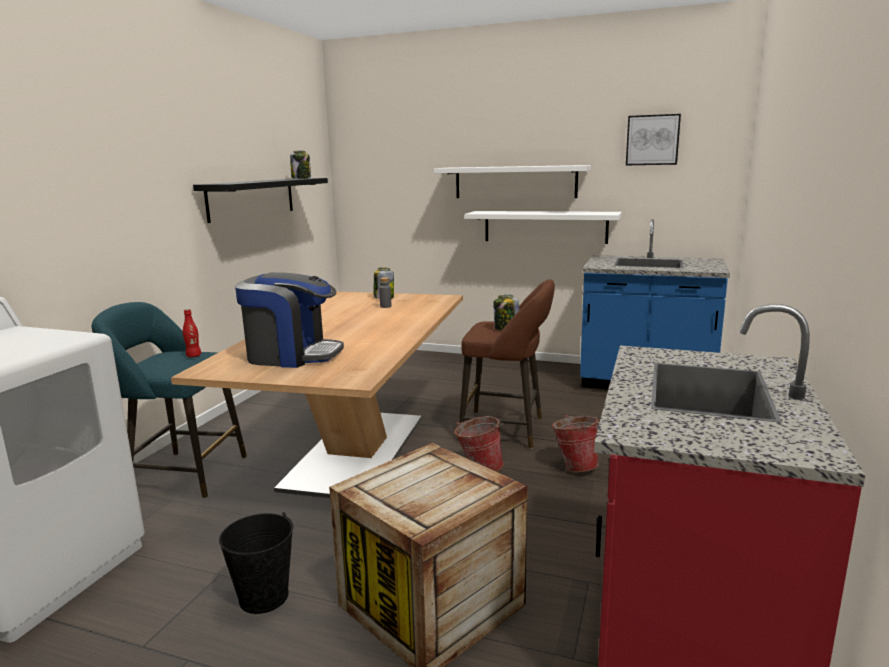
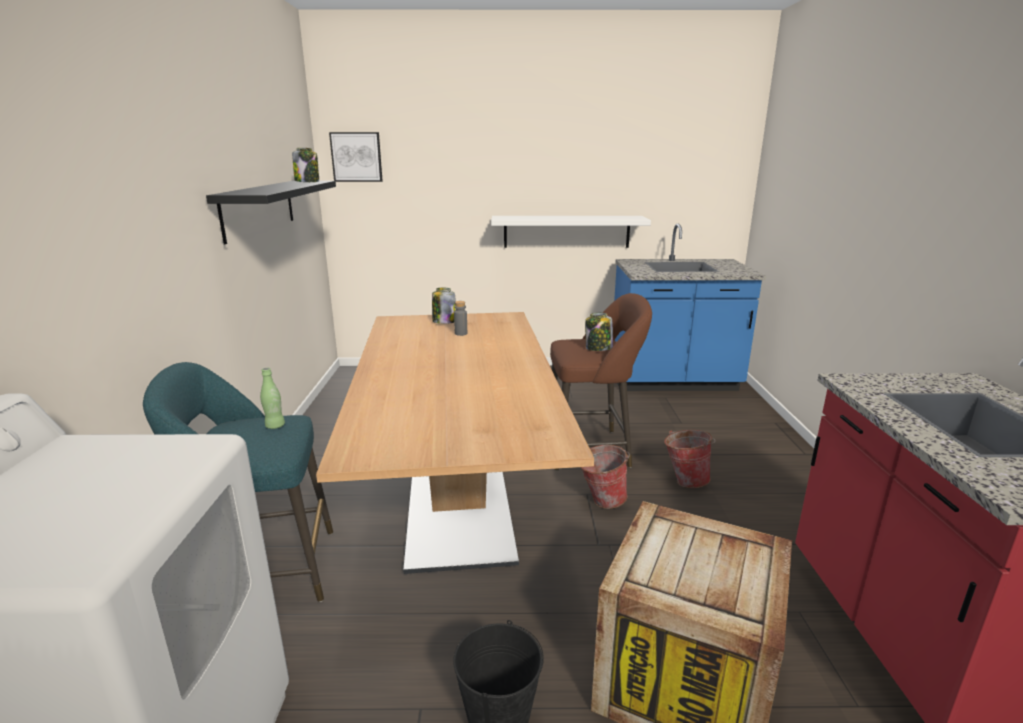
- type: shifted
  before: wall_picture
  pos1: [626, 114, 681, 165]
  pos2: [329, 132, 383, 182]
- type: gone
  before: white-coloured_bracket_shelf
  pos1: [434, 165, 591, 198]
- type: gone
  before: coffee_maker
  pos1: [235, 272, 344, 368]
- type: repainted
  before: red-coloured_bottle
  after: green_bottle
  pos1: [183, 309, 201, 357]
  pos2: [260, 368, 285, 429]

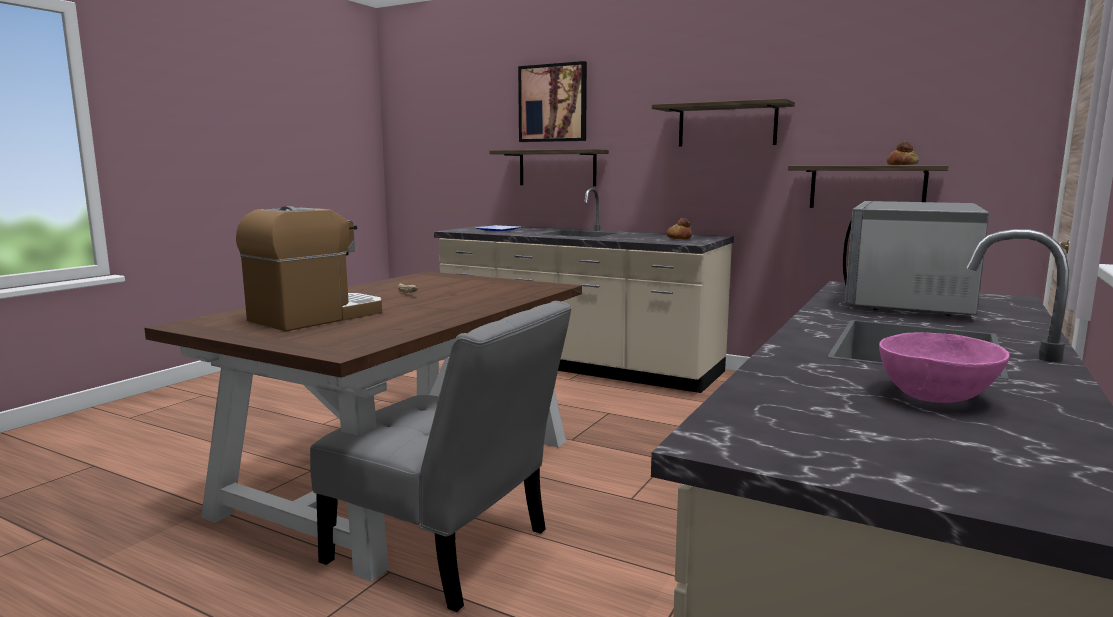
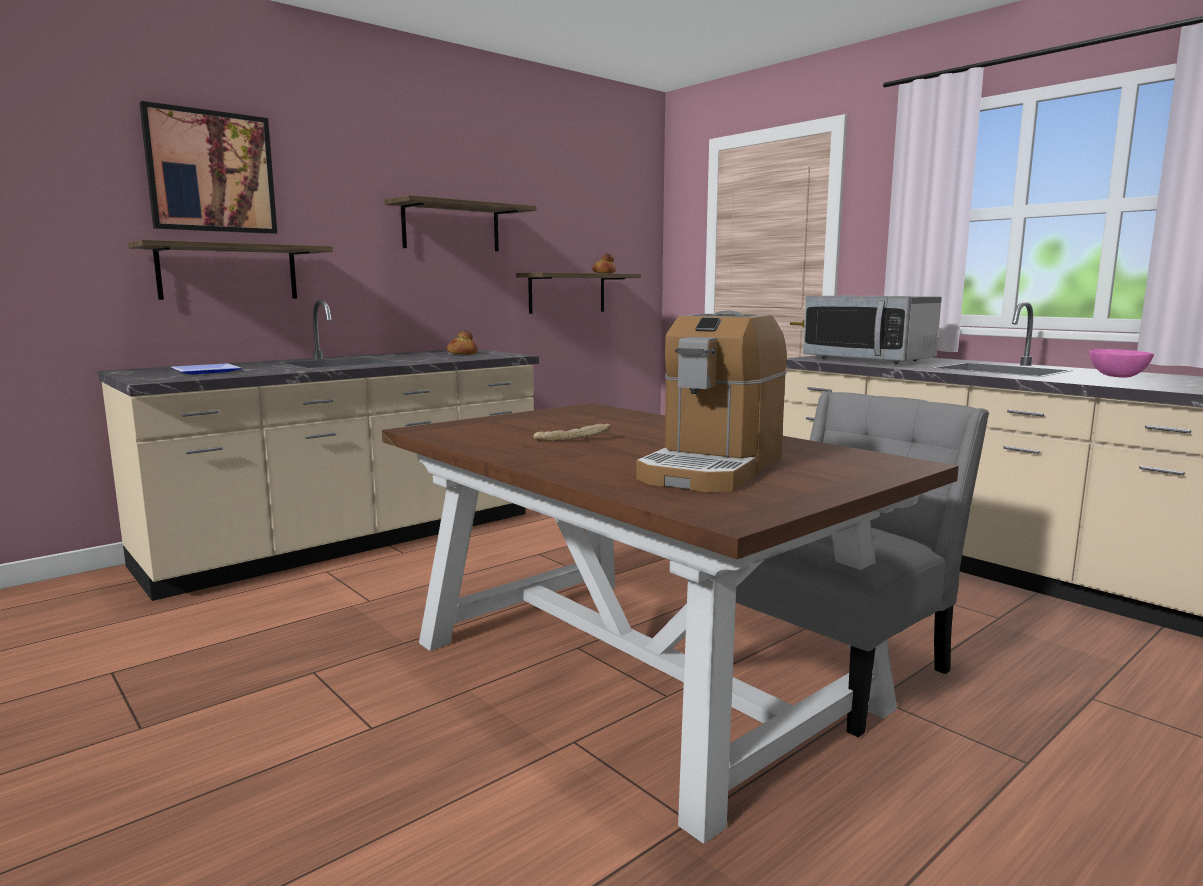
- type: rotated
  before: coffee_maker
  pos1: [236, 206, 382, 332]
  pos2: [636, 311, 787, 493]
  turn: -120

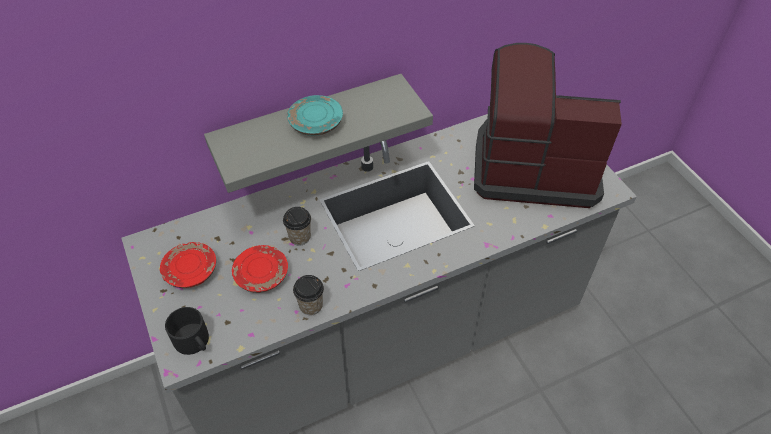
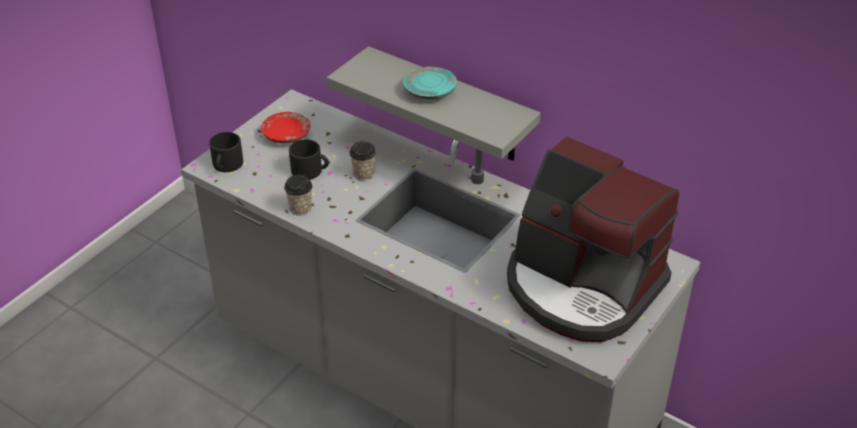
- type: rotated
  before: coffee_maker
  pos1: [474, 43, 622, 208]
  pos2: [507, 136, 679, 342]
  turn: 150
- type: swapped
  before: red-coloured_flat_dish
  after: black-coloured_mug
  pos1: [232, 245, 288, 293]
  pos2: [289, 139, 329, 180]

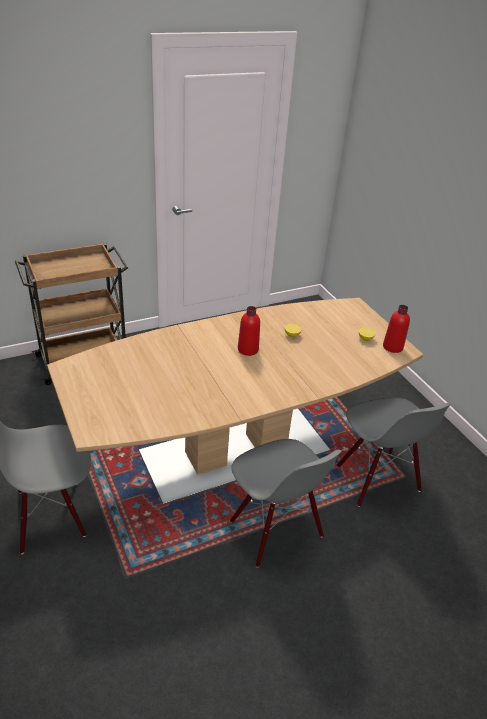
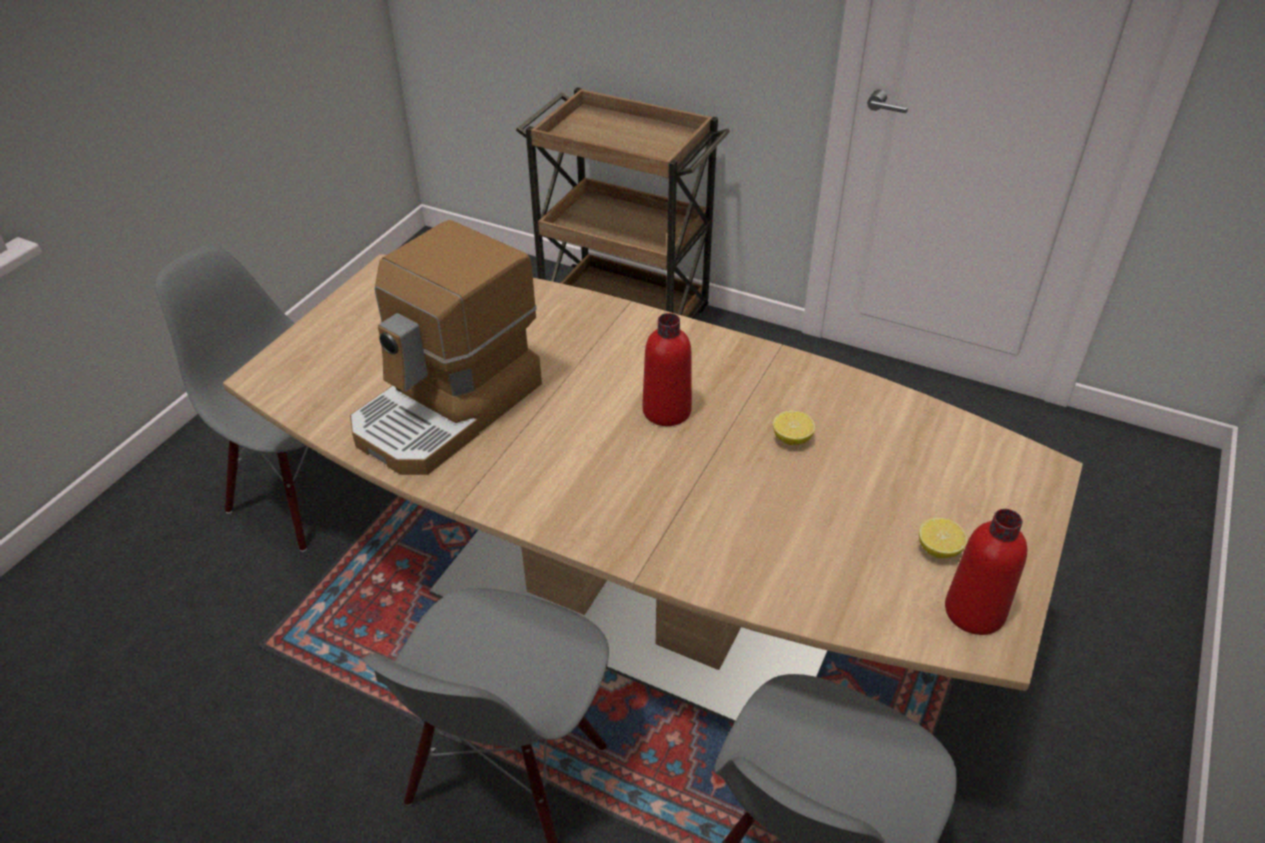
- type: new
  after: coffee_maker
  pos2: [350, 220, 542, 475]

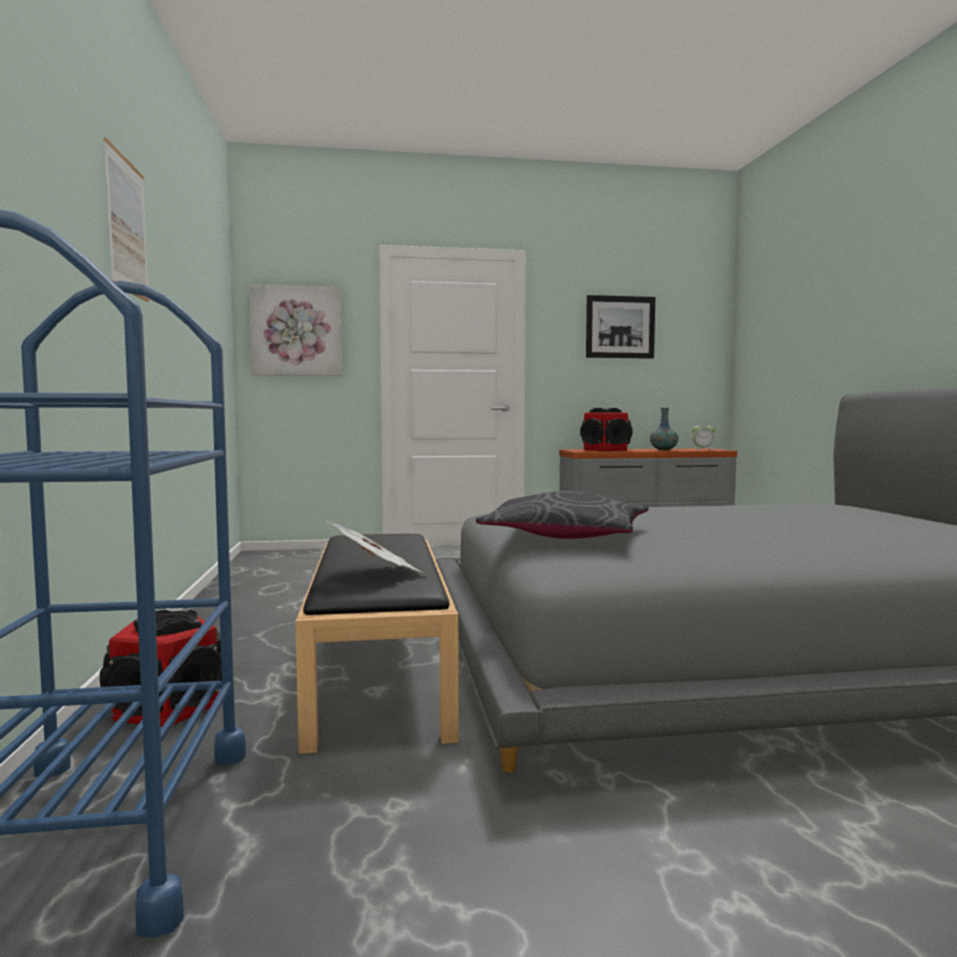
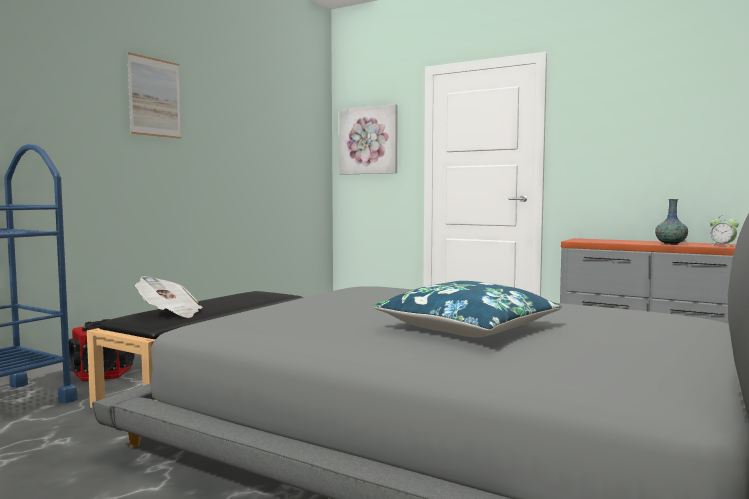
- type: gone
  before: wall_picture
  pos1: [586, 295, 655, 359]
- type: gone
  before: audio_speaker
  pos1: [580, 408, 632, 451]
- type: gone
  before: greyish_pillow
  pos1: [476, 491, 649, 539]
- type: new
  after: blue_pillow
  pos2: [373, 281, 562, 337]

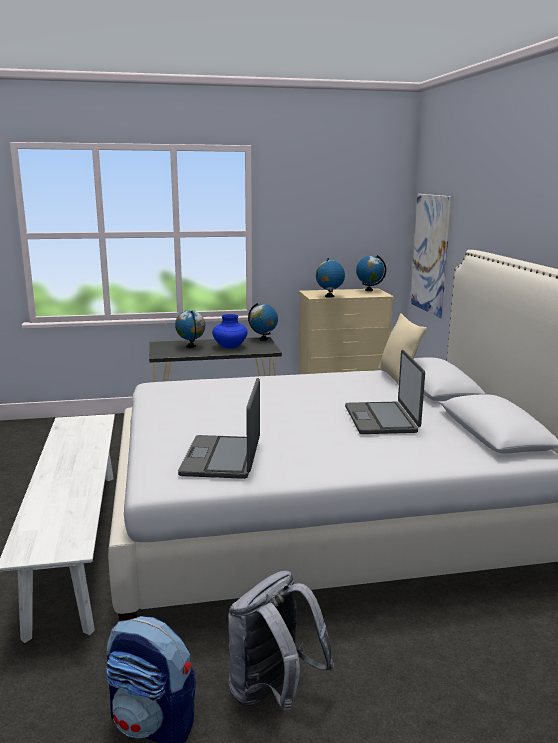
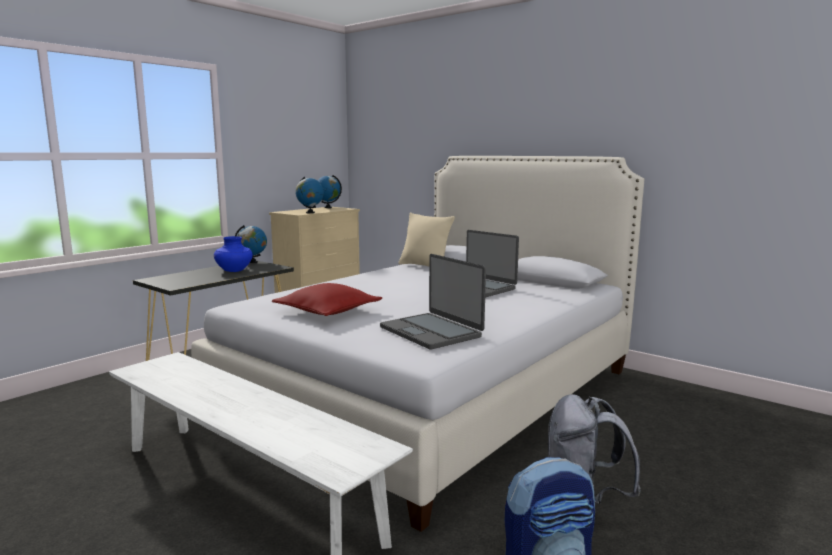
- type: gone
  before: wall_picture
  pos1: [410, 194, 452, 318]
- type: gone
  before: globe
  pos1: [175, 310, 205, 348]
- type: new
  after: red-coloured_pillow
  pos2: [272, 283, 382, 316]

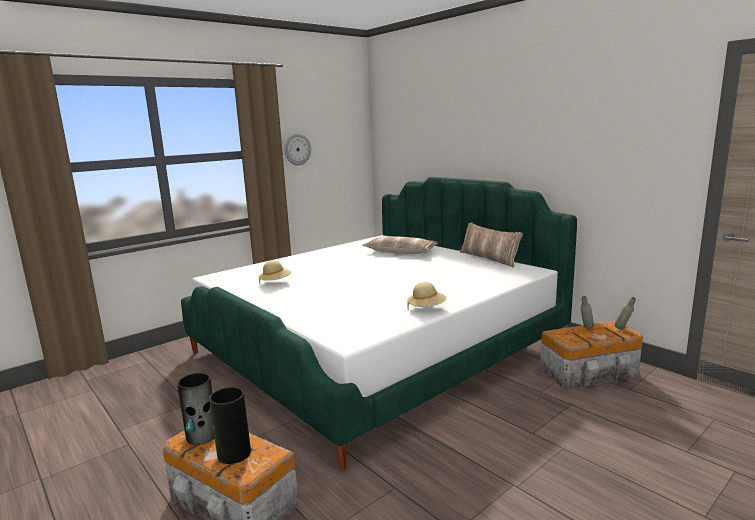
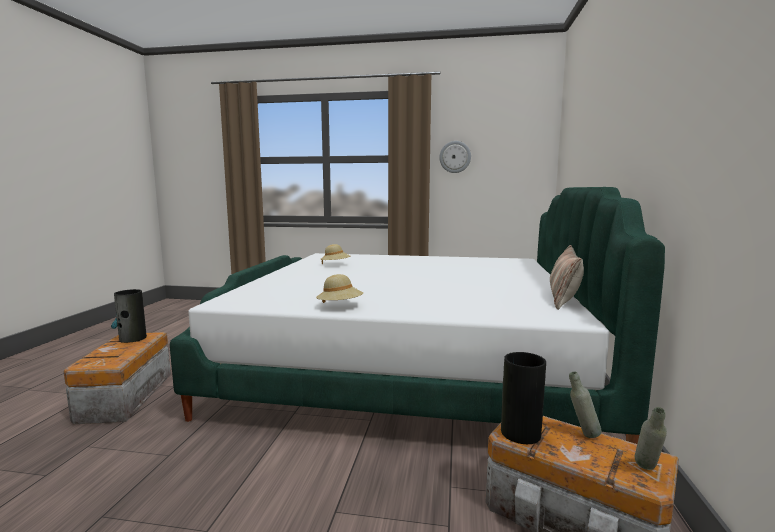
- type: gone
  before: pillow
  pos1: [362, 236, 438, 254]
- type: shifted
  before: flower_vase
  pos1: [209, 387, 251, 464]
  pos2: [501, 352, 546, 444]

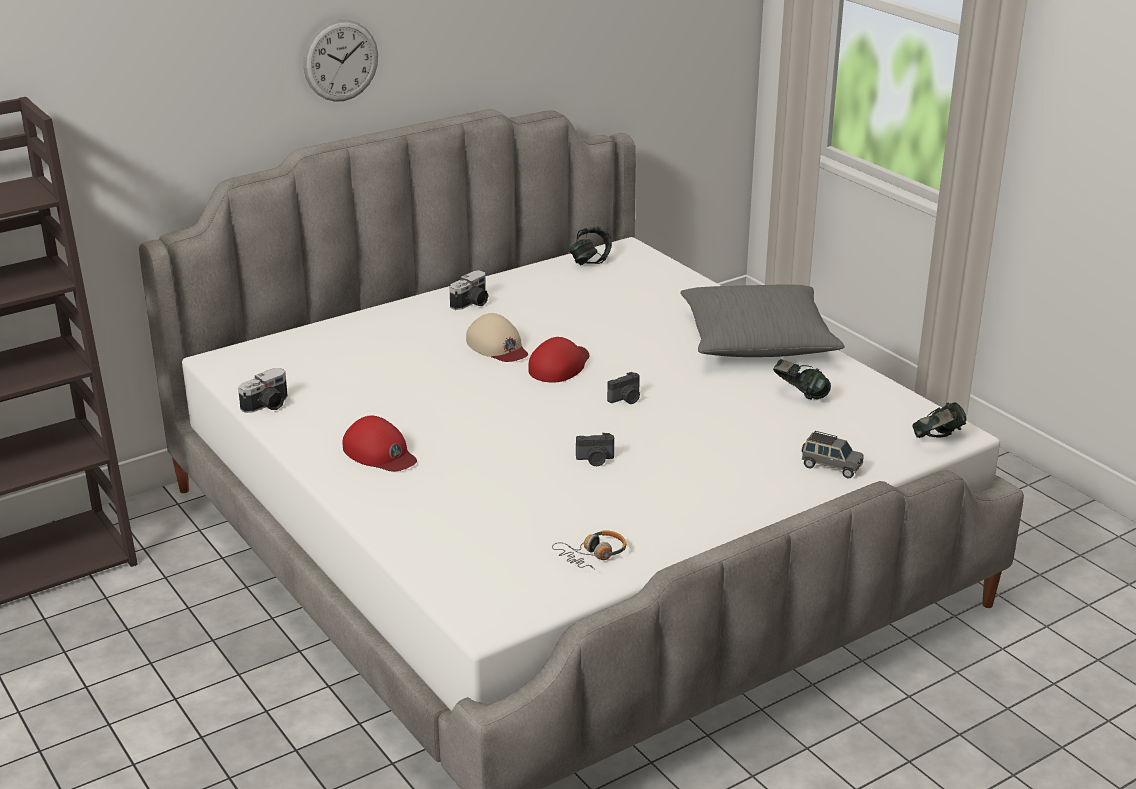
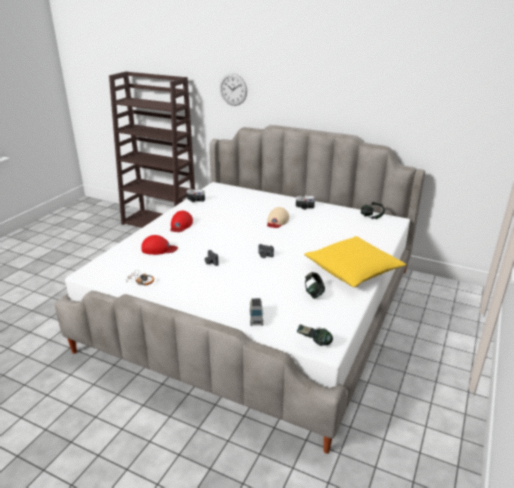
- type: shifted
  before: hanging_clock
  pos1: [303, 20, 378, 102]
  pos2: [220, 73, 247, 106]
- type: repainted
  before: greyish_pillow
  after: yellow-coloured_pillow
  pos1: [680, 284, 845, 357]
  pos2: [304, 236, 406, 287]
- type: shifted
  before: red-coloured_peaked_cap
  pos1: [528, 337, 589, 383]
  pos2: [141, 235, 178, 255]

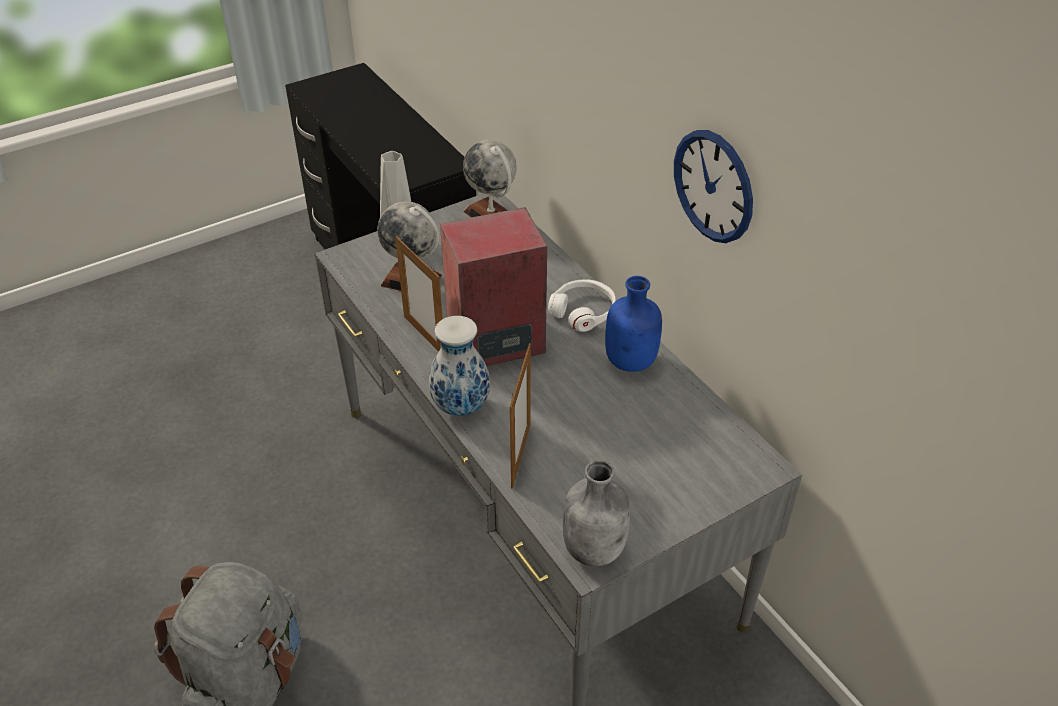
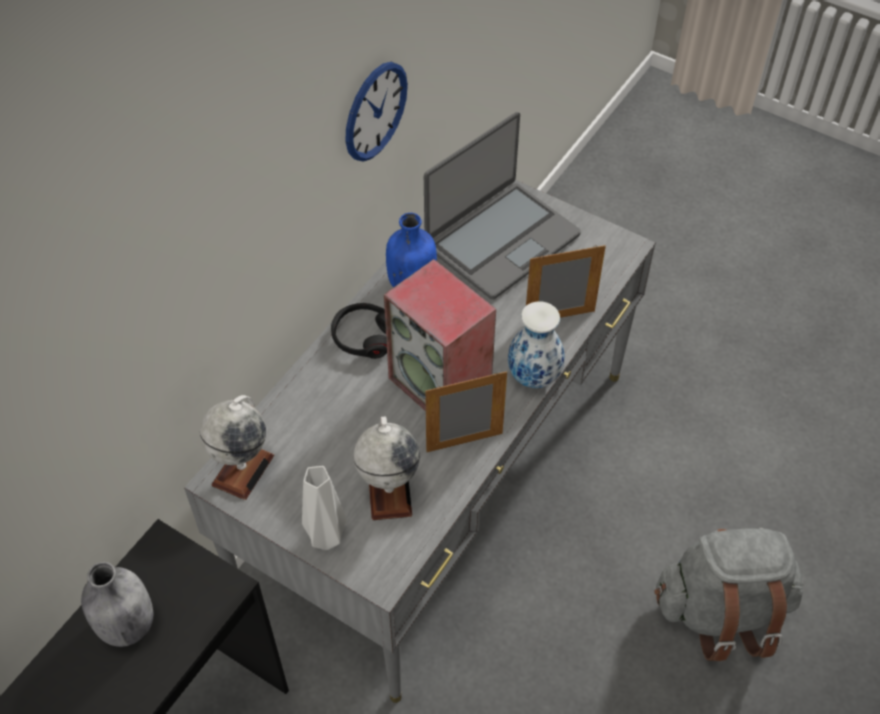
- type: rotated
  before: standing_frame
  pos1: [395, 236, 443, 352]
  pos2: [425, 371, 507, 452]
  turn: -135
- type: repainted
  before: white-coloured_headset
  after: black-coloured_headset
  pos1: [548, 279, 616, 332]
  pos2: [331, 303, 387, 359]
- type: shifted
  before: greyish_bottle
  pos1: [563, 460, 630, 566]
  pos2: [81, 562, 153, 647]
- type: new
  after: notebook_computer
  pos2: [424, 112, 581, 299]

